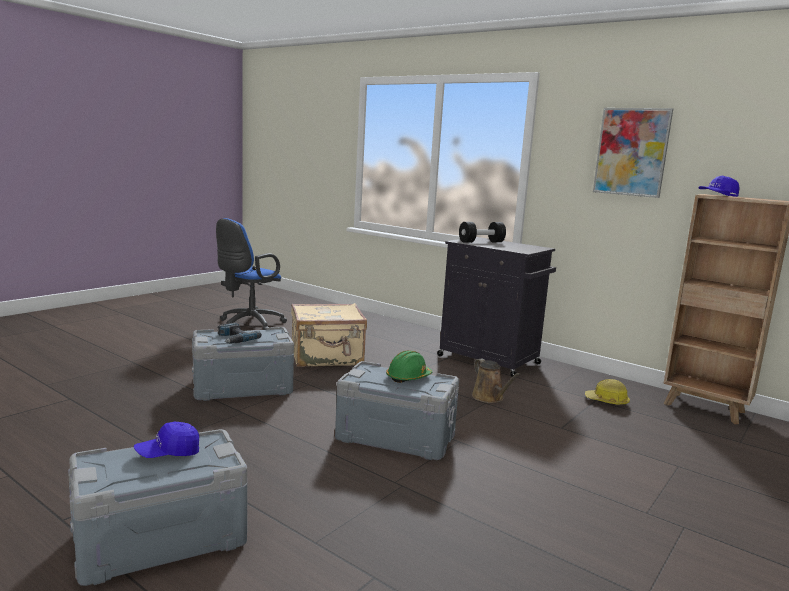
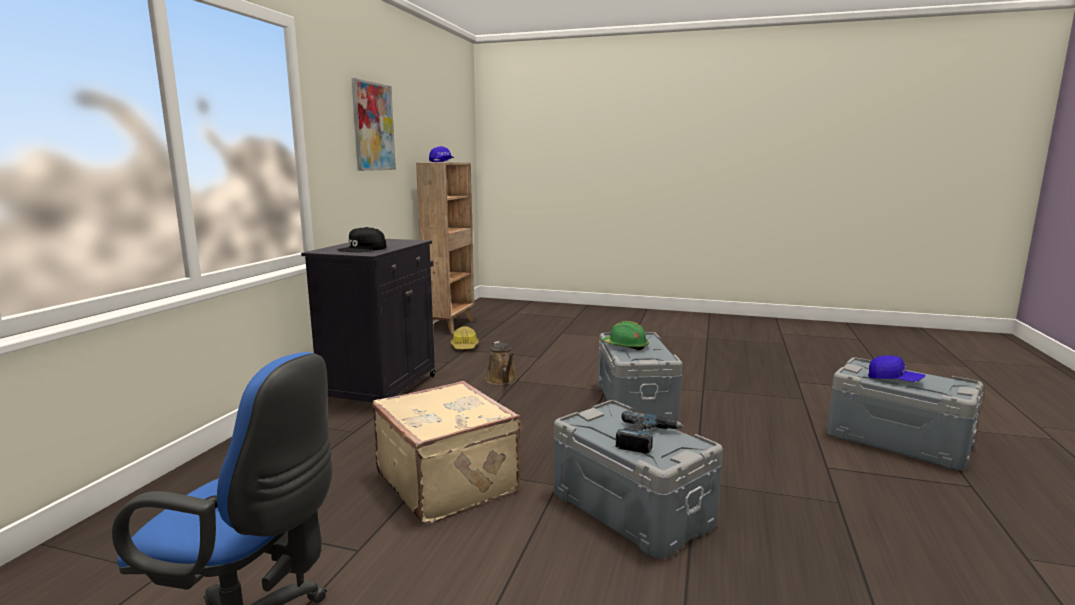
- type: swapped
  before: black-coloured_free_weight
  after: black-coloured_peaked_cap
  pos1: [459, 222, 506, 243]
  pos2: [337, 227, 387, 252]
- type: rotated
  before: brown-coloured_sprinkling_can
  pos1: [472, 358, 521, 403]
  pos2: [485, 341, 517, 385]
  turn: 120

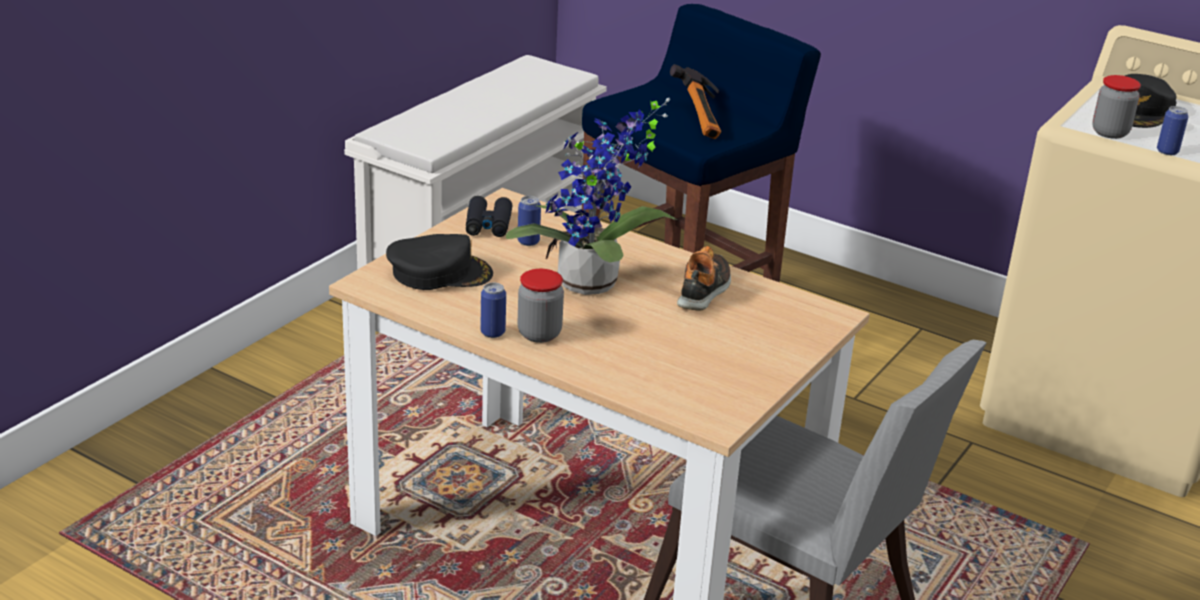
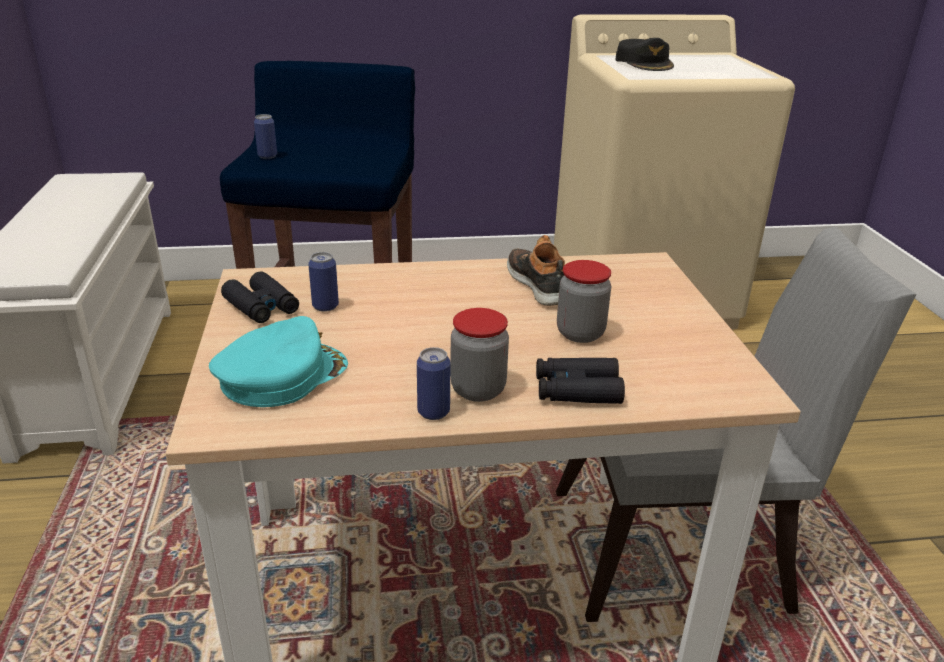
- type: gone
  before: hammer
  pos1: [670, 64, 721, 139]
- type: shifted
  before: storage_jar
  pos1: [1092, 75, 1141, 139]
  pos2: [557, 260, 611, 343]
- type: gone
  before: houseplant
  pos1: [506, 98, 677, 295]
- type: shifted
  before: metal_can
  pos1: [1157, 106, 1188, 155]
  pos2: [254, 114, 277, 159]
- type: repainted
  before: black-coloured_peaked_cap
  after: turquoise_peaked_cap
  pos1: [386, 234, 493, 290]
  pos2: [209, 316, 348, 407]
- type: new
  after: black-coloured_binoculars
  pos2: [536, 358, 625, 404]

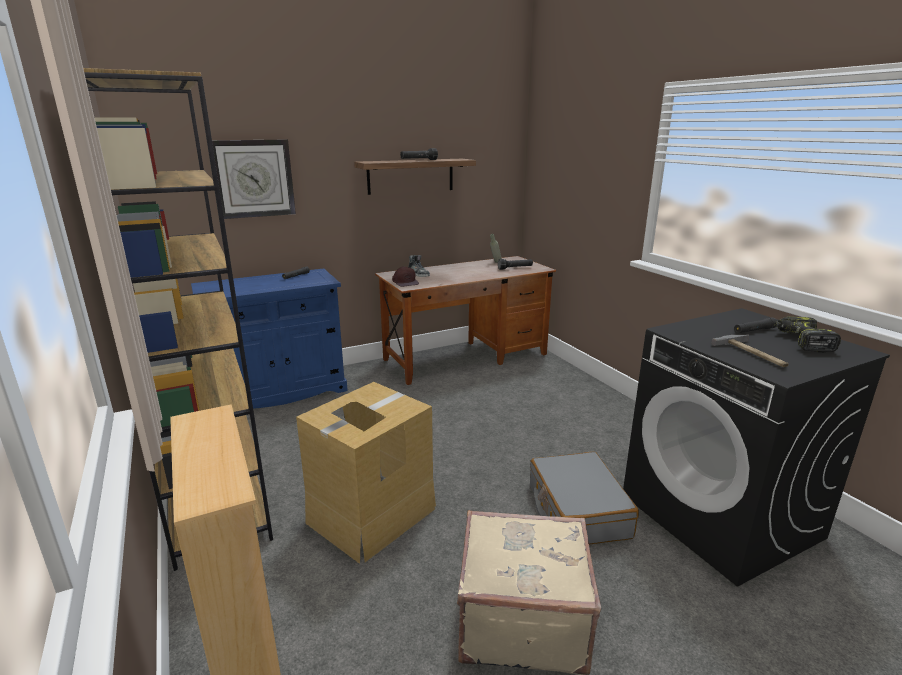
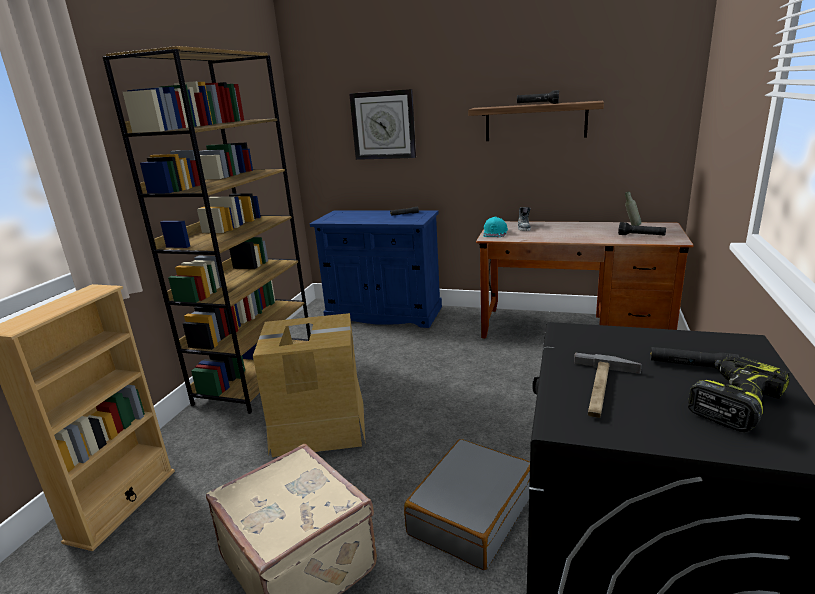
- type: repainted
  before: brown-coloured_peaked_cap
  after: turquoise_peaked_cap
  pos1: [392, 266, 419, 287]
  pos2: [483, 216, 508, 237]

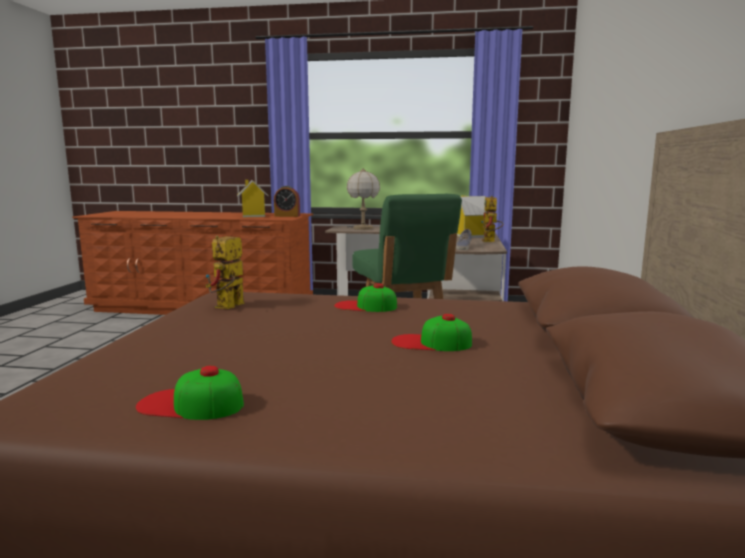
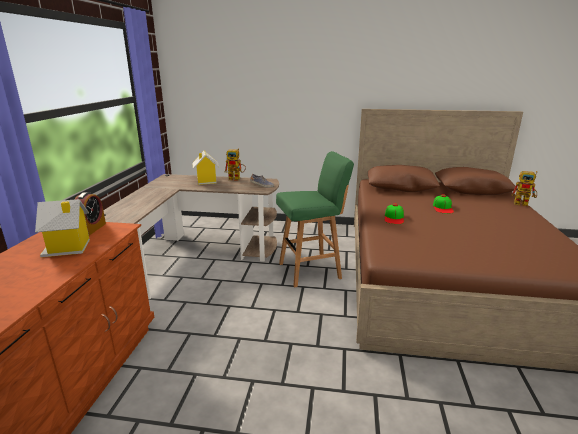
- type: gone
  before: lamp_for_a_table
  pos1: [347, 168, 380, 230]
- type: shifted
  before: toy_robot
  pos1: [206, 235, 244, 309]
  pos2: [511, 171, 537, 206]
- type: gone
  before: peaked_cap
  pos1: [136, 365, 244, 420]

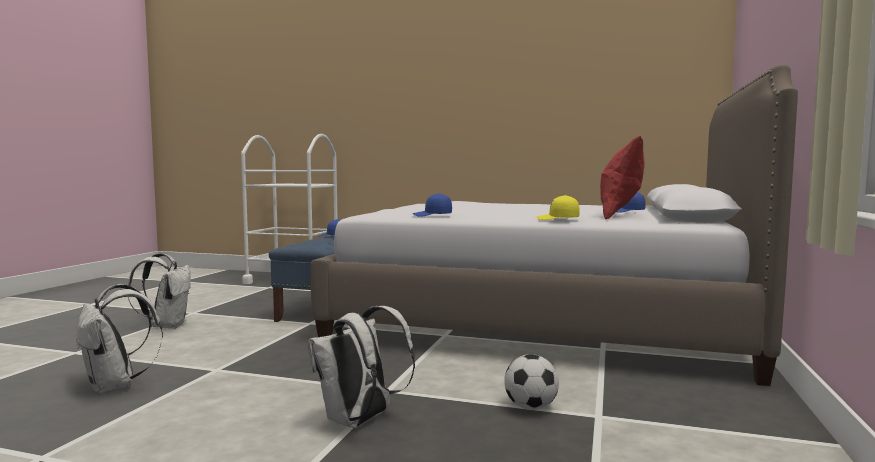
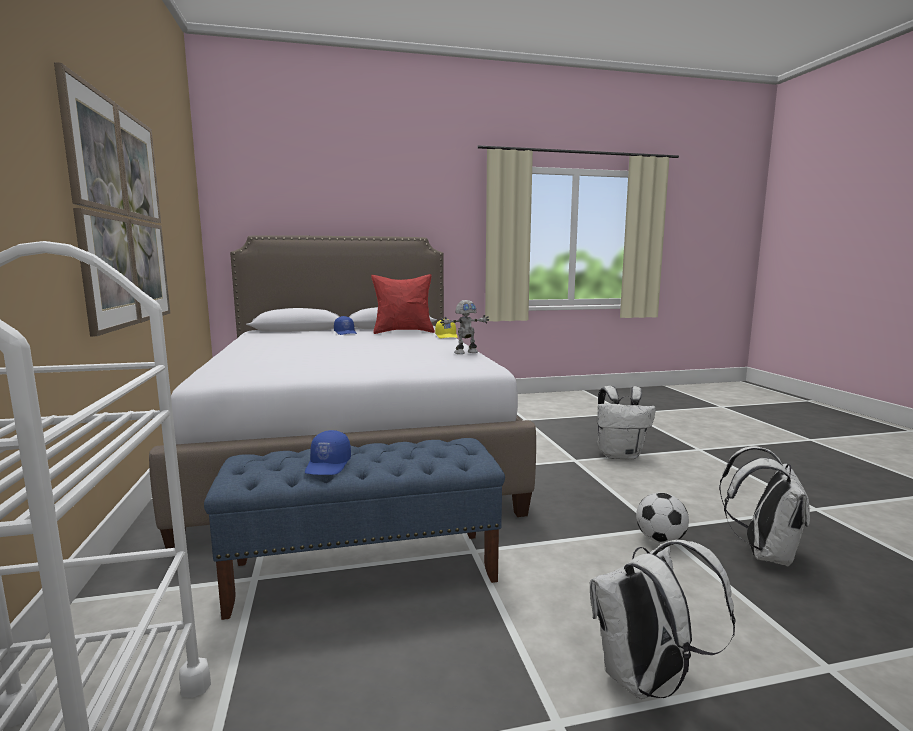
- type: swapped
  before: blue_peaked_cap
  after: toy_robot
  pos1: [412, 193, 452, 217]
  pos2: [440, 300, 489, 354]
- type: shifted
  before: football
  pos1: [504, 354, 559, 410]
  pos2: [636, 493, 689, 544]
- type: new
  after: wall_picture
  pos2: [54, 62, 170, 337]

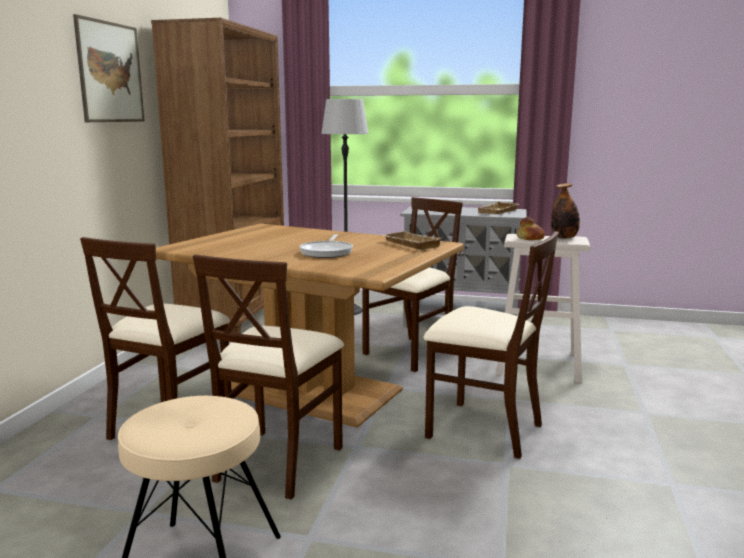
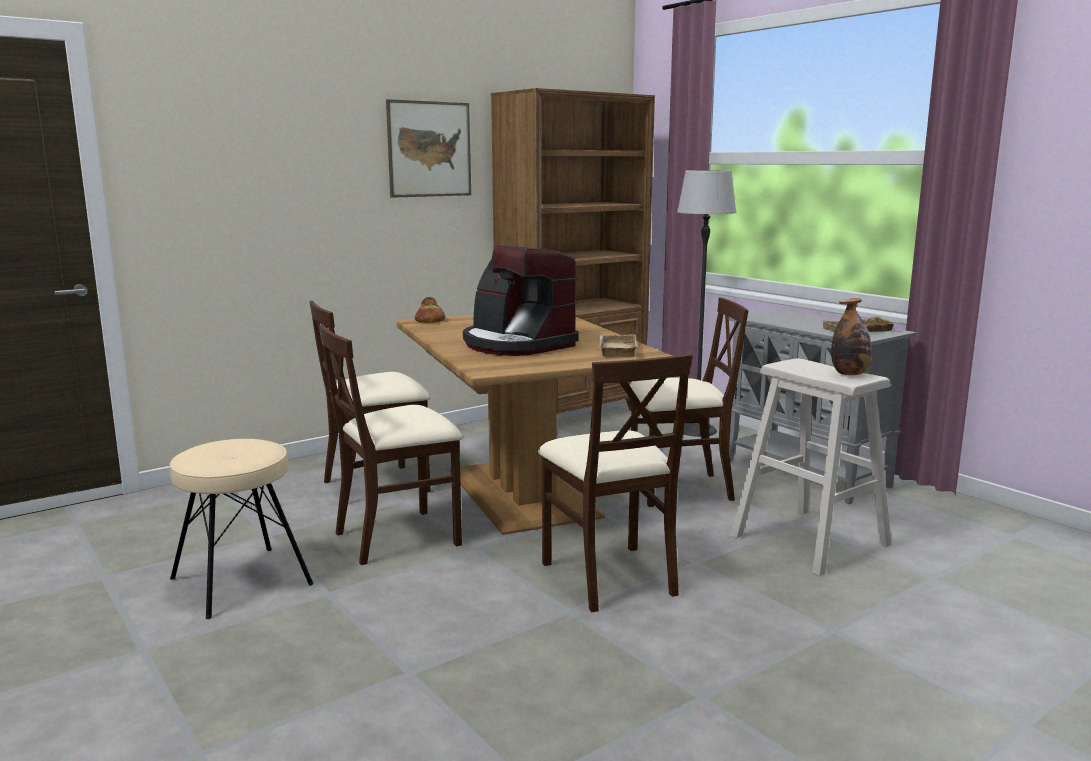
- type: shifted
  before: baked_bread
  pos1: [517, 217, 545, 240]
  pos2: [415, 297, 445, 323]
- type: swapped
  before: frying_pan
  after: coffee_maker
  pos1: [299, 234, 353, 258]
  pos2: [463, 245, 579, 356]

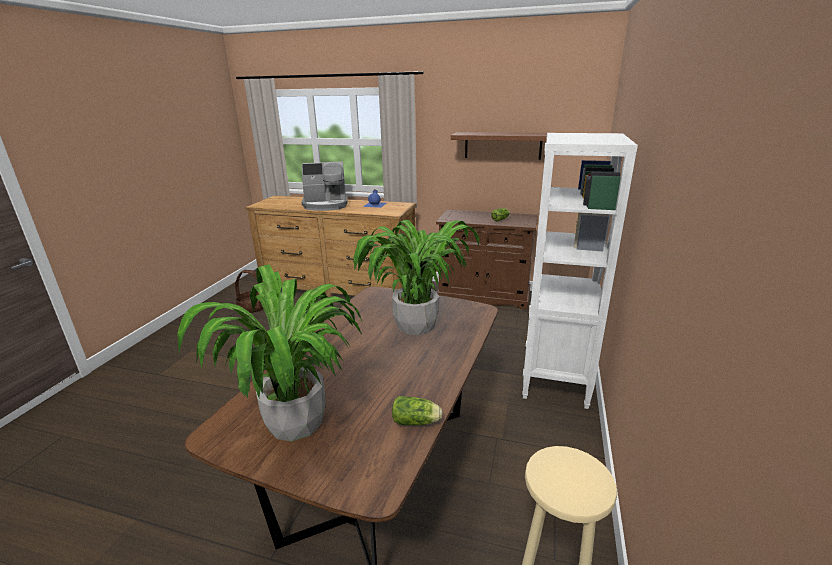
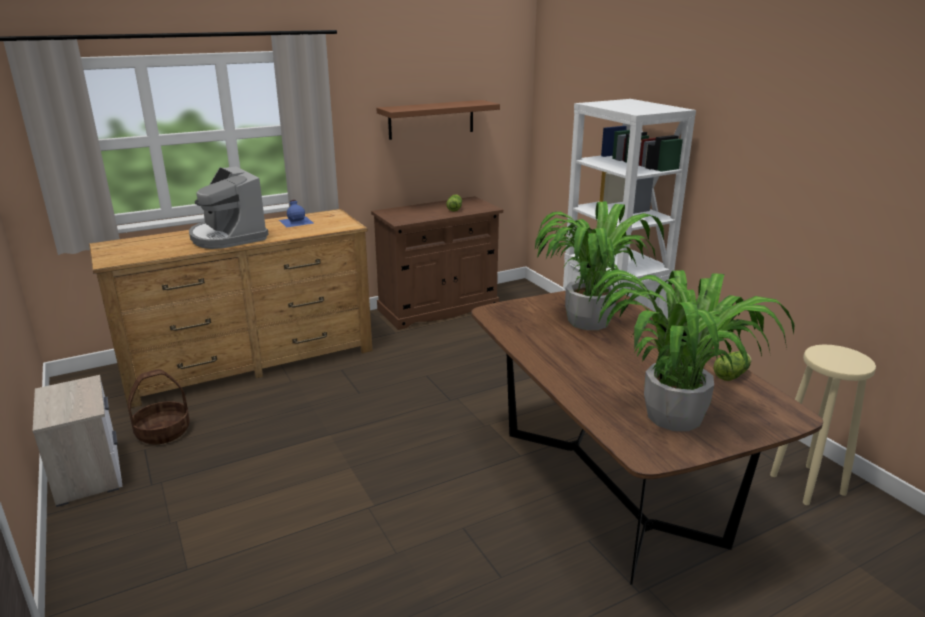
- type: rotated
  before: coffee_maker
  pos1: [301, 161, 348, 211]
  pos2: [189, 167, 269, 249]
  turn: 105
- type: new
  after: bedside_table
  pos2: [33, 375, 123, 507]

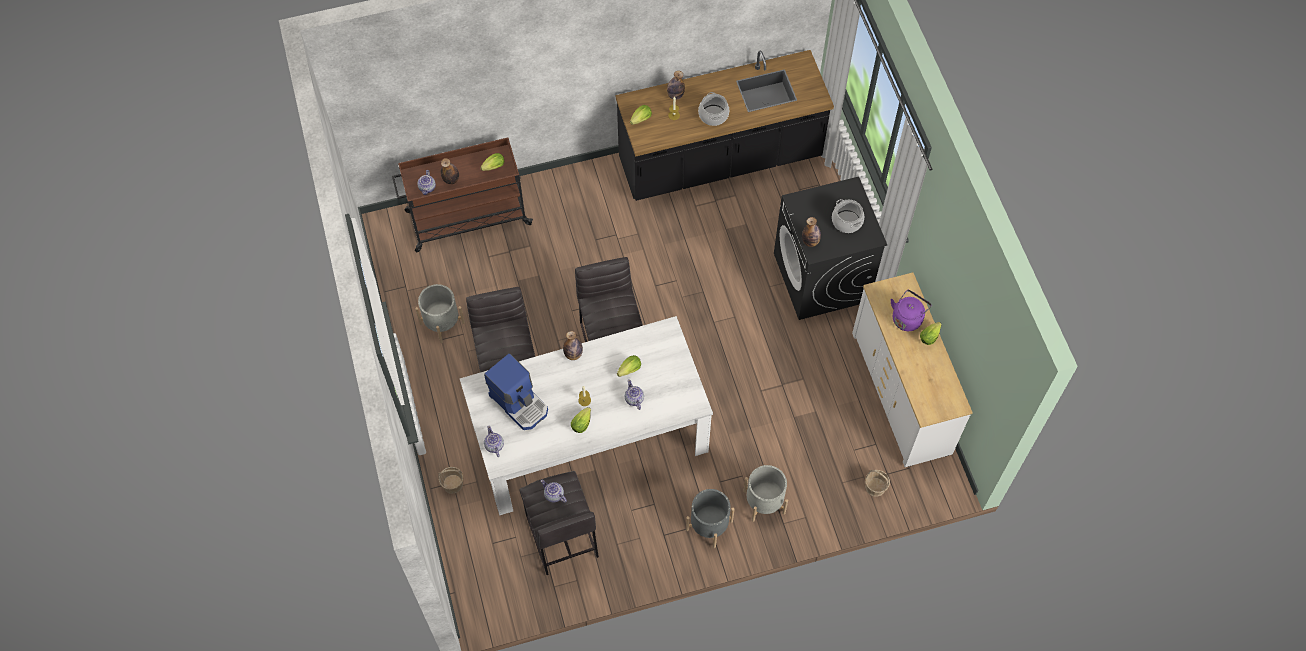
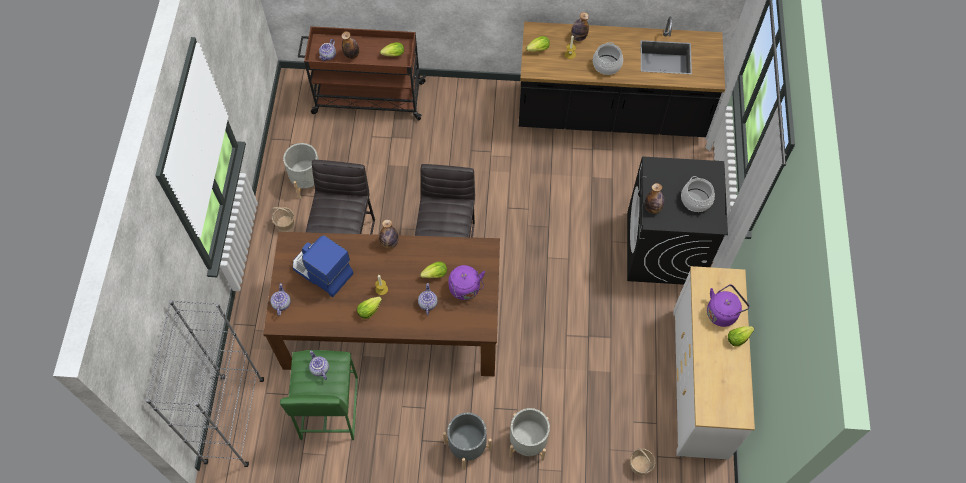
- type: repainted
  before: white-coloured_dining_table
  after: brown-coloured_dining_table
  pos1: [460, 316, 713, 516]
  pos2: [263, 232, 500, 376]
- type: rotated
  before: coffee_maker
  pos1: [484, 353, 548, 430]
  pos2: [293, 235, 353, 297]
  turn: 150
- type: shifted
  before: storage_basket
  pos1: [438, 467, 464, 494]
  pos2: [271, 207, 295, 232]
- type: repainted
  before: greyish_sitting_stool
  after: green_sitting_stool
  pos1: [520, 471, 599, 575]
  pos2: [280, 350, 358, 440]
- type: new
  after: purple_tea_kettle
  pos2: [448, 265, 485, 300]
- type: new
  after: greyish_shelving_unit
  pos2: [146, 300, 264, 467]

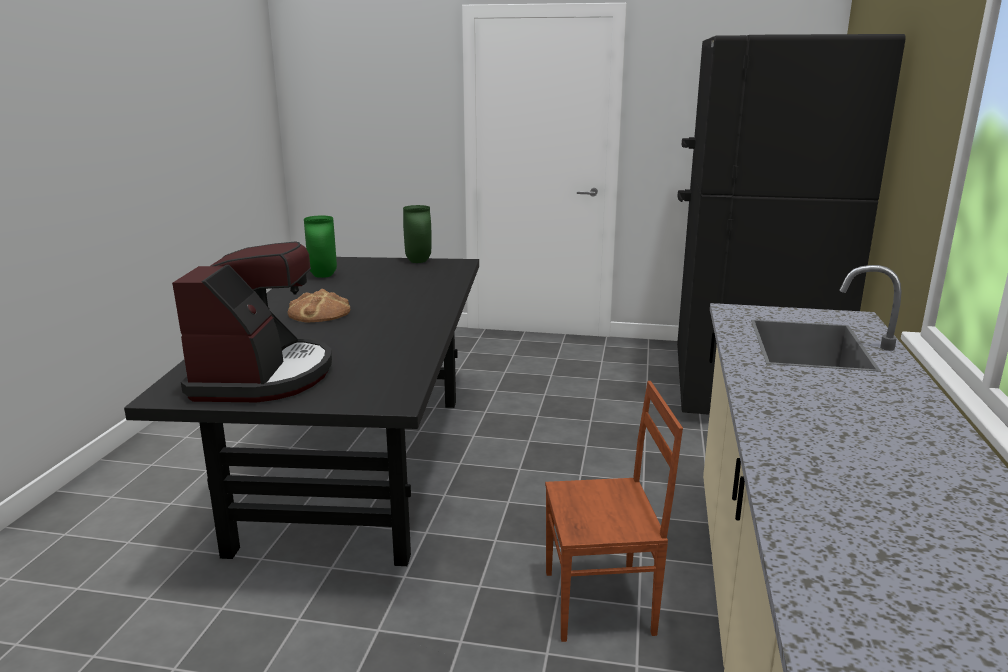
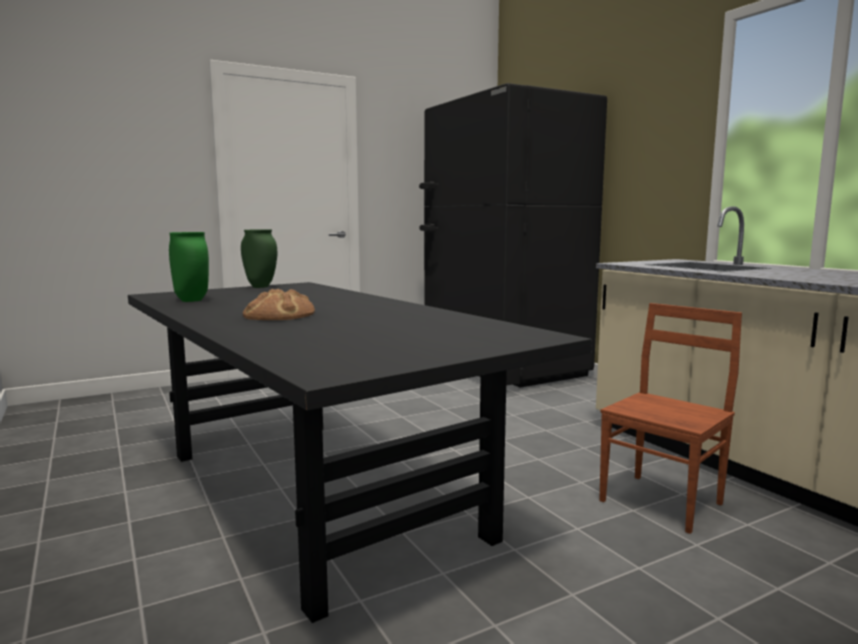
- type: gone
  before: coffee_maker
  pos1: [172, 241, 332, 402]

